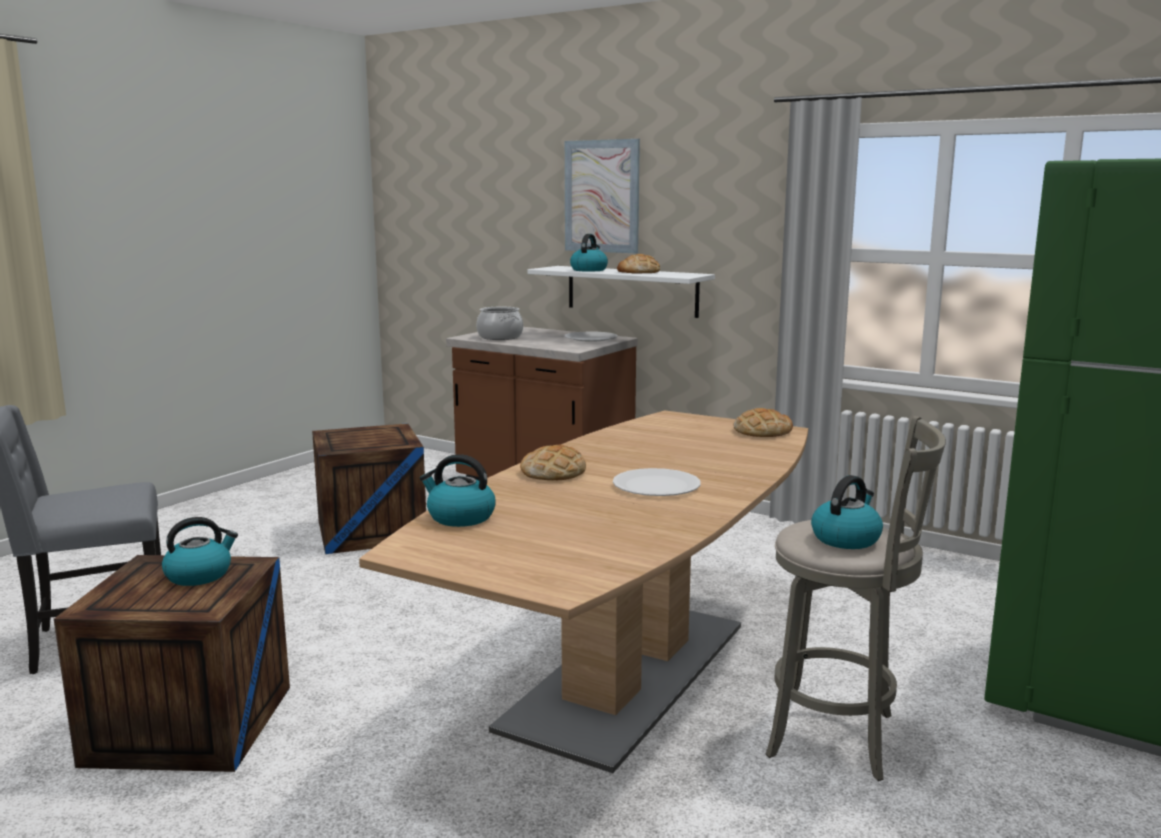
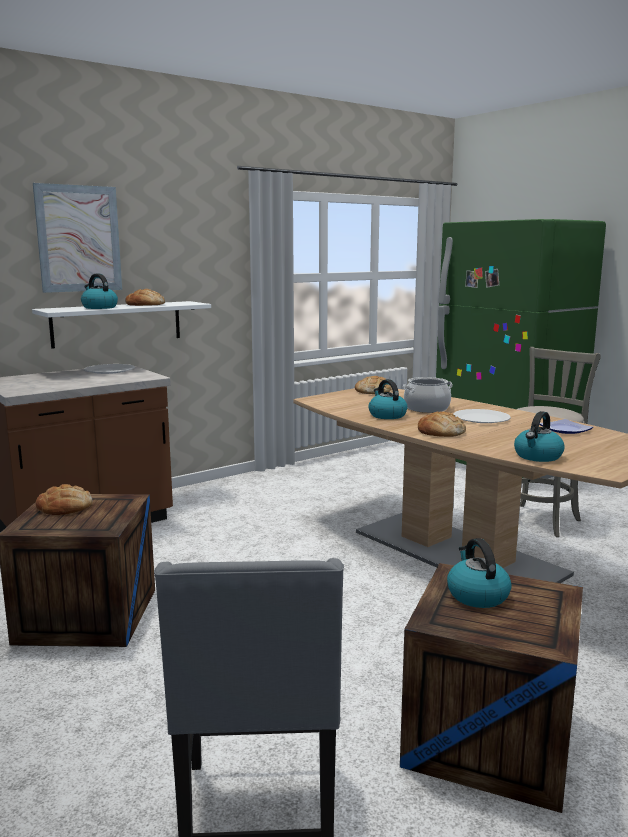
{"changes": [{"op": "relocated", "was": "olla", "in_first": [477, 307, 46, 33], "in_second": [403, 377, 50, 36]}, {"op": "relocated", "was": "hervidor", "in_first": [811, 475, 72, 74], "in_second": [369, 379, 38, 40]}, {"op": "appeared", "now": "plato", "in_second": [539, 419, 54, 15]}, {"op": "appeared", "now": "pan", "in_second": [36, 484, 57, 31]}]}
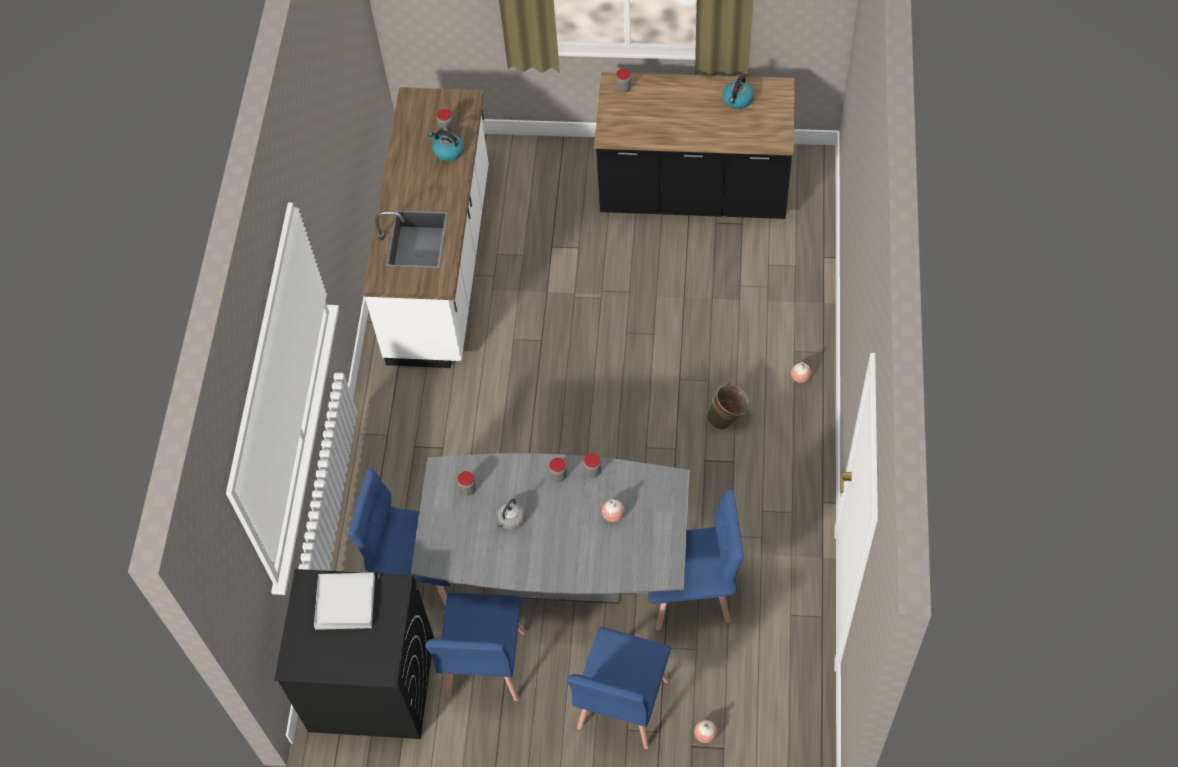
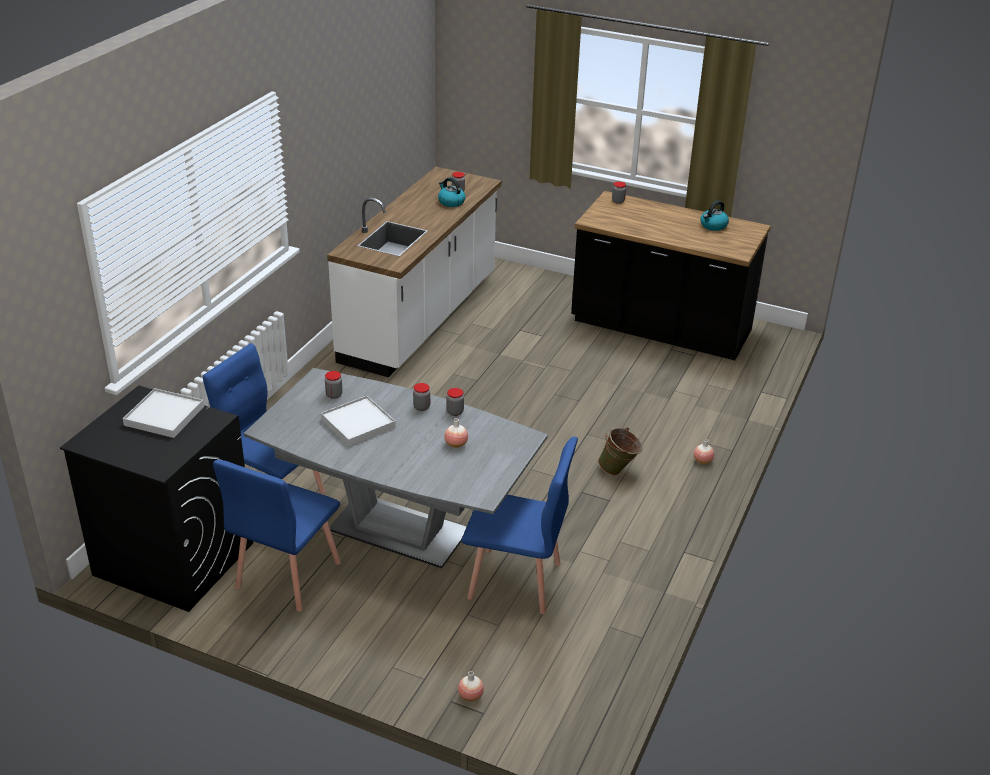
{"changes": [{"op": "exchanged", "was": "hervidor (gris)", "now": "bandeja (blanco)", "in_first": [496, 499, 29, 31], "in_second": [321, 396, 75, 50]}, {"op": "missing", "was": "silla (azul)", "in_first": [567, 627, 103, 122]}]}
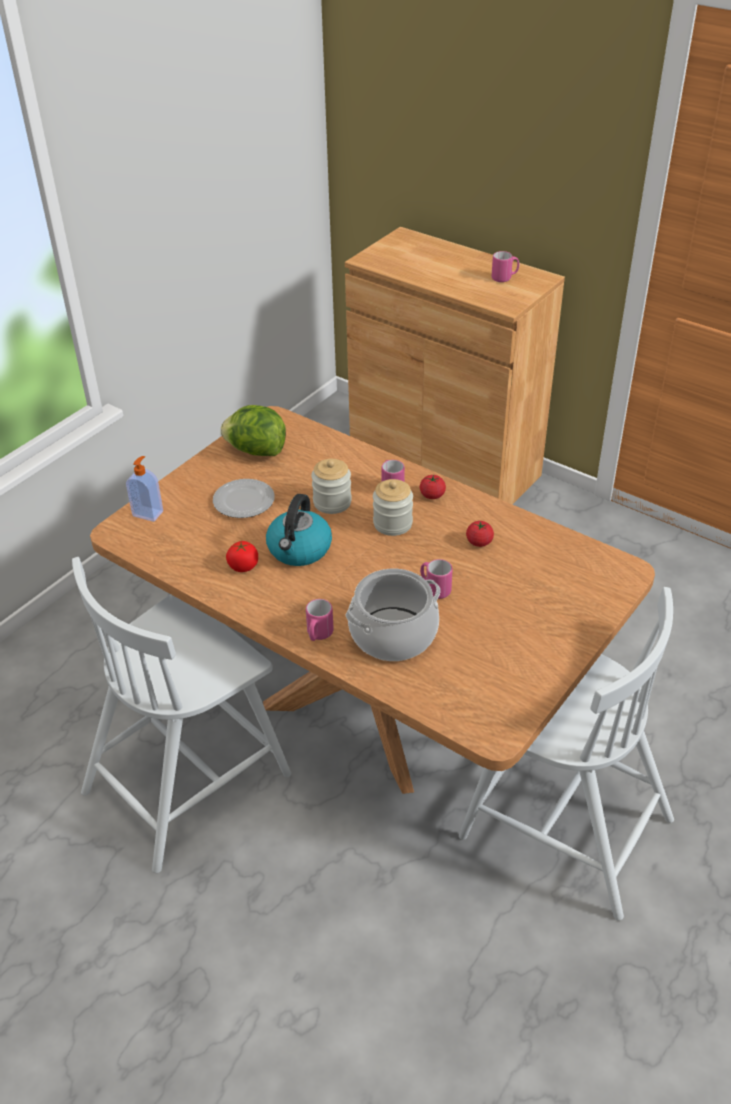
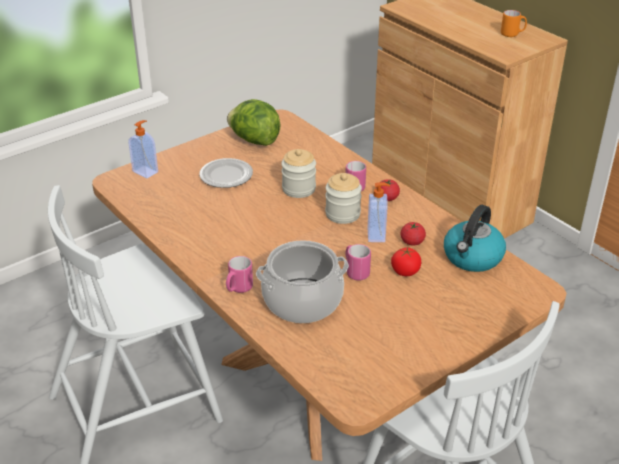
{"changes": [{"op": "colour", "was": "taza grande (rosa)", "now": "taza grande (naranja)", "in_first": [492, 251, 27, 31], "in_second": [501, 10, 26, 27]}, {"op": "relocated", "was": "hervidor", "in_first": [266, 494, 66, 72], "in_second": [444, 205, 62, 67]}, {"op": "relocated", "was": "tomate", "in_first": [226, 541, 32, 31], "in_second": [391, 247, 30, 29]}, {"op": "appeared", "now": "dispensador de jabón", "in_second": [368, 182, 22, 60]}]}
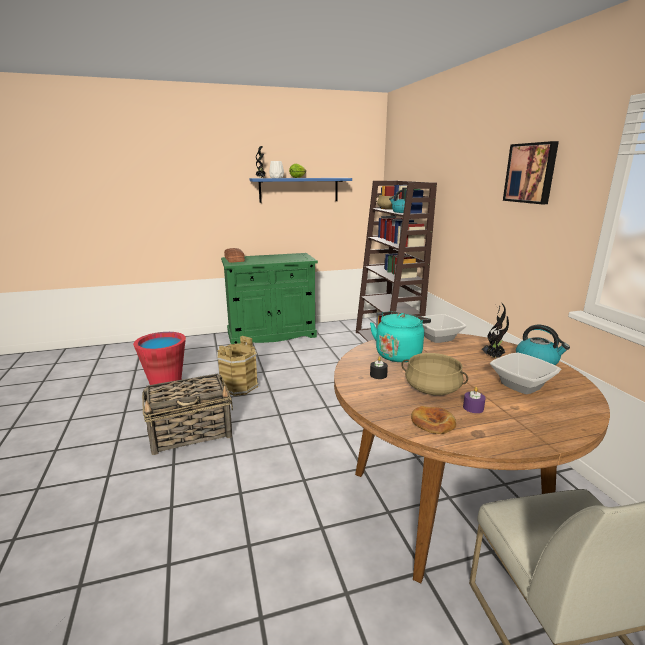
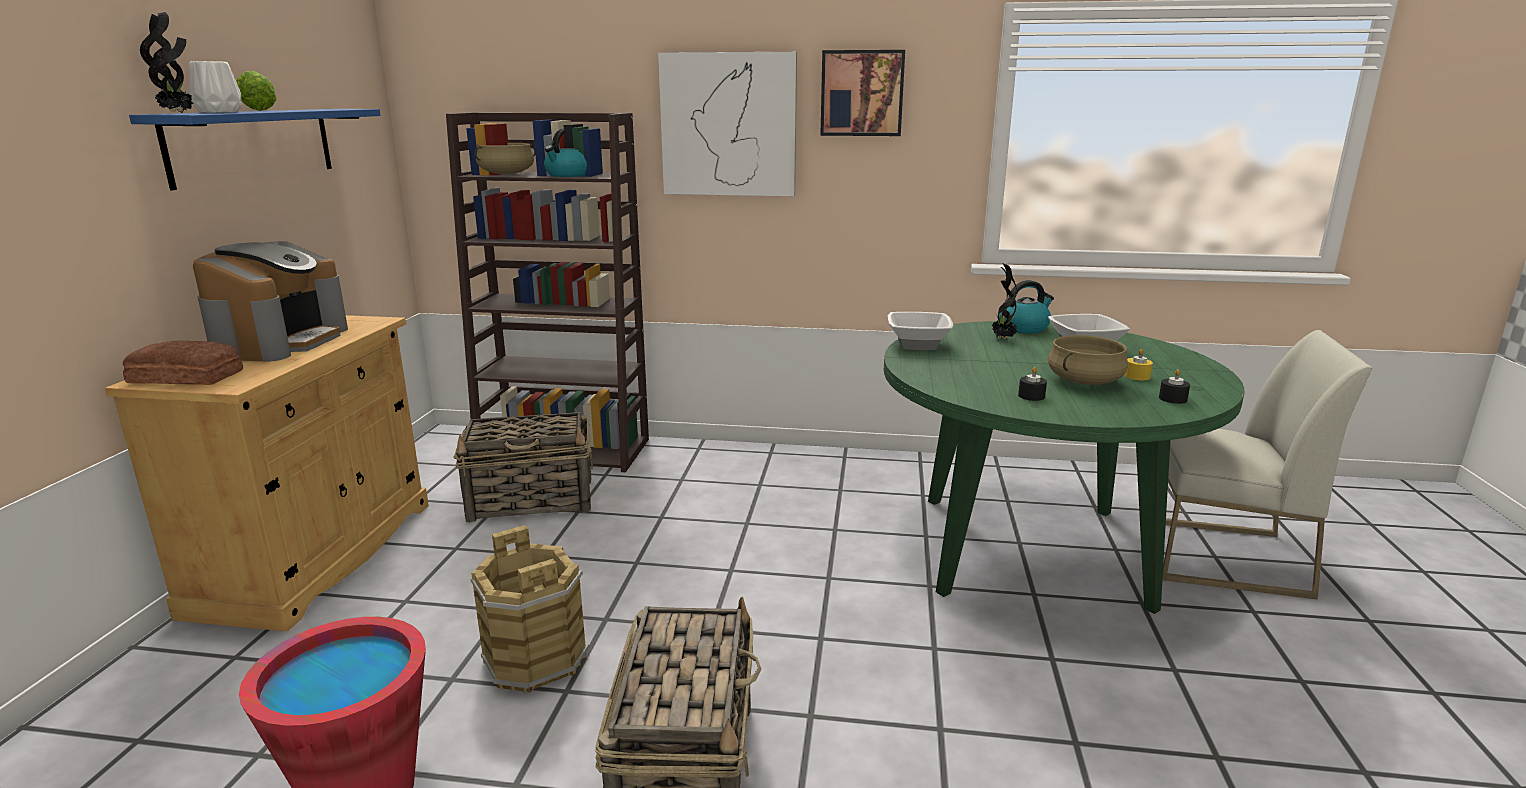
{"changes": [{"op": "colour", "was": "armario (verde)", "now": "armario (beis)", "in_first": [221, 253, 97, 91], "in_second": [104, 315, 325, 316]}, {"op": "missing", "was": "hervidor (turquesa)", "in_first": [370, 311, 61, 51]}, {"op": "colour", "was": "mesa de comedor (marrón)", "now": "mesa de comedor (verde)", "in_first": [334, 333, 276, 250], "in_second": [884, 321, 360, 293]}, {"op": "colour", "was": "vela (morado)", "now": "vela (amarillo)", "in_first": [463, 387, 23, 26], "in_second": [1124, 349, 29, 31]}, {"op": "exchanged", "was": "pan", "now": "vela (negro)", "in_first": [411, 406, 45, 28], "in_second": [1159, 369, 31, 35]}, {"op": "appeared", "now": "cuadro", "in_second": [658, 52, 139, 144]}, {"op": "appeared", "now": "cafetera", "in_second": [193, 241, 155, 121]}, {"op": "appeared", "now": "cesta", "in_second": [454, 412, 139, 110]}]}
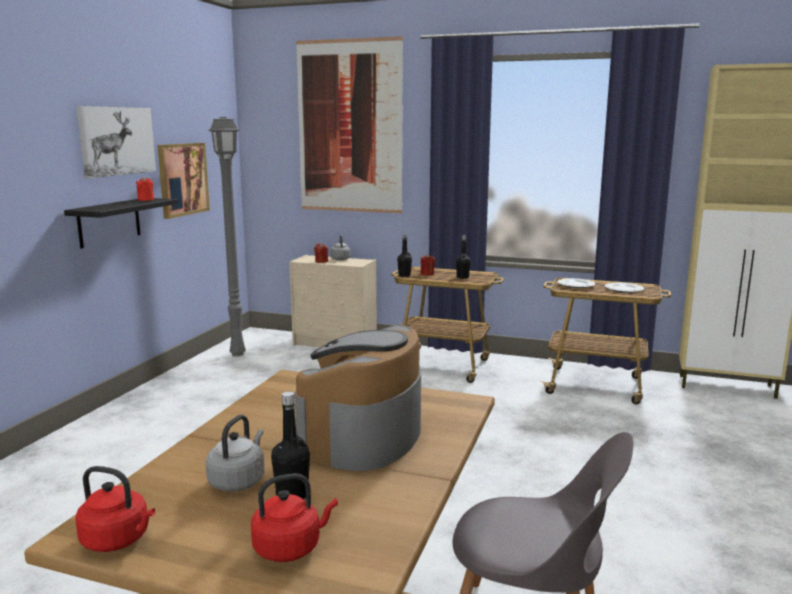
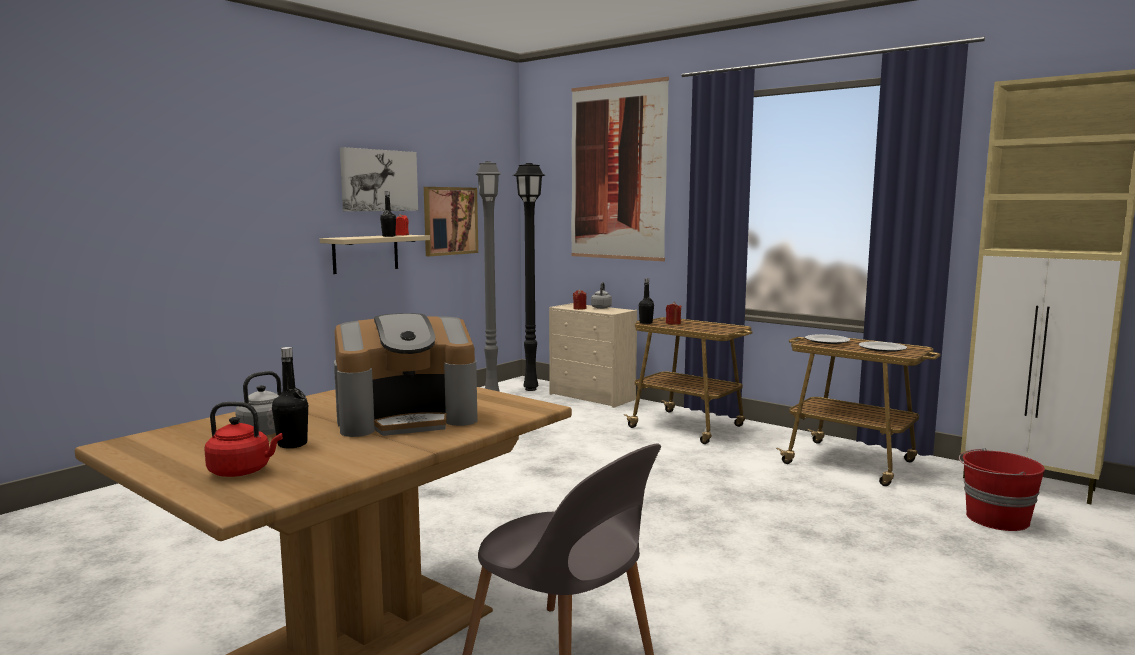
{"changes": [{"op": "colour", "was": "estante (negro)", "now": "estante (beis)", "in_first": [64, 198, 114, 50], "in_second": [320, 235, 110, 39]}, {"op": "relocated", "was": "botella (negro)", "in_first": [456, 235, 15, 44], "in_second": [380, 191, 16, 46]}, {"op": "spun", "was": "cafetera", "in_first": [295, 324, 126, 147], "in_second": [334, 313, 144, 124], "clockwise": -150}, {"op": "missing", "was": "hervidor (rojo)", "in_first": [75, 466, 80, 86]}, {"op": "appeared", "now": "lámpara de pie (negro)", "in_second": [513, 163, 32, 228]}, {"op": "appeared", "now": "cubo (rojo)", "in_second": [959, 448, 86, 83]}]}
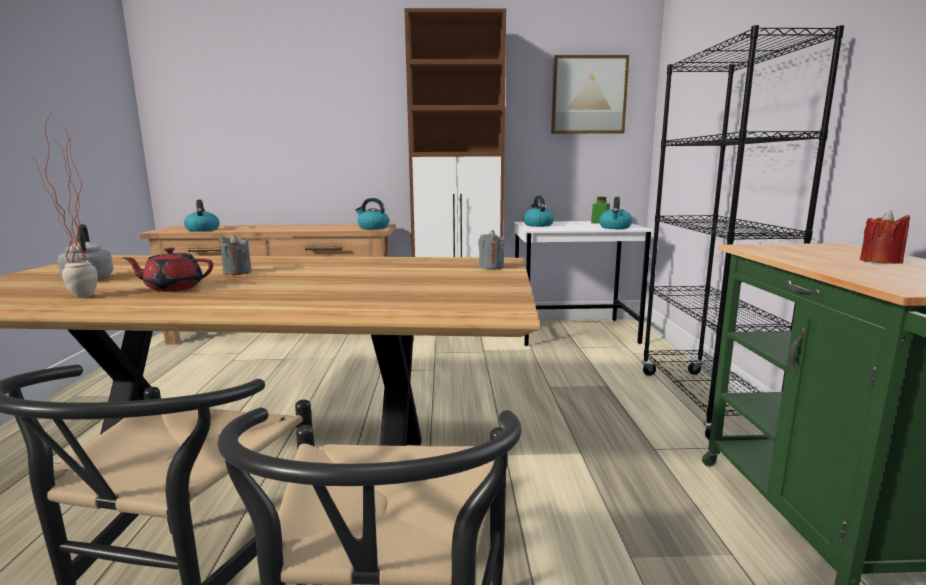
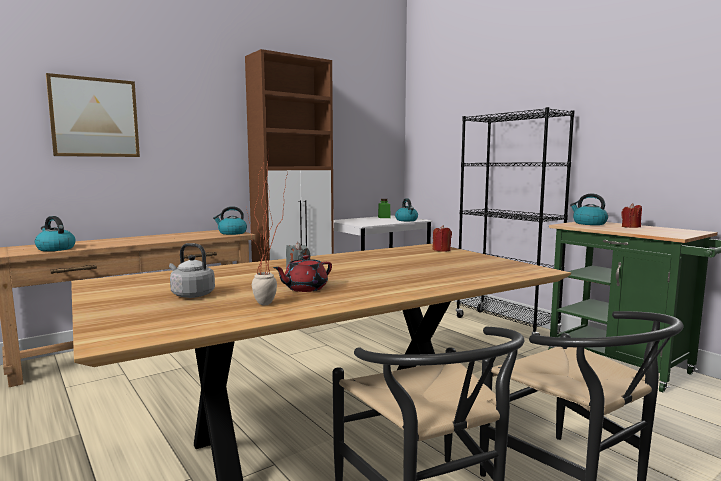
{"changes": [{"op": "relocated", "was": "cuadro", "in_first": [551, 55, 78, 79], "in_second": [46, 73, 94, 84]}, {"op": "relocated", "was": "hervidor", "in_first": [523, 196, 31, 31], "in_second": [570, 194, 38, 31]}, {"op": "colour", "was": "vela (gris)", "now": "vela (rojo)", "in_first": [478, 230, 27, 39], "in_second": [432, 225, 20, 27]}]}
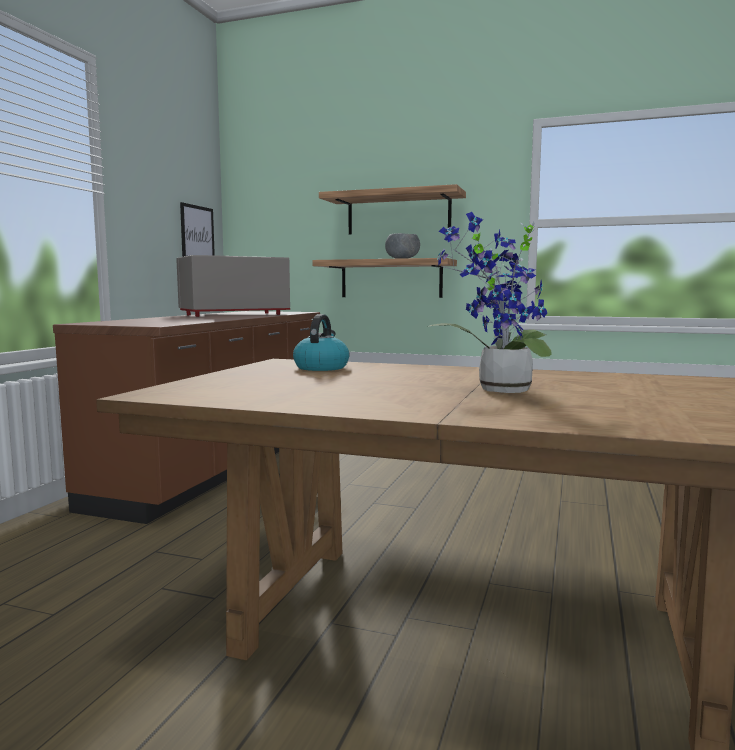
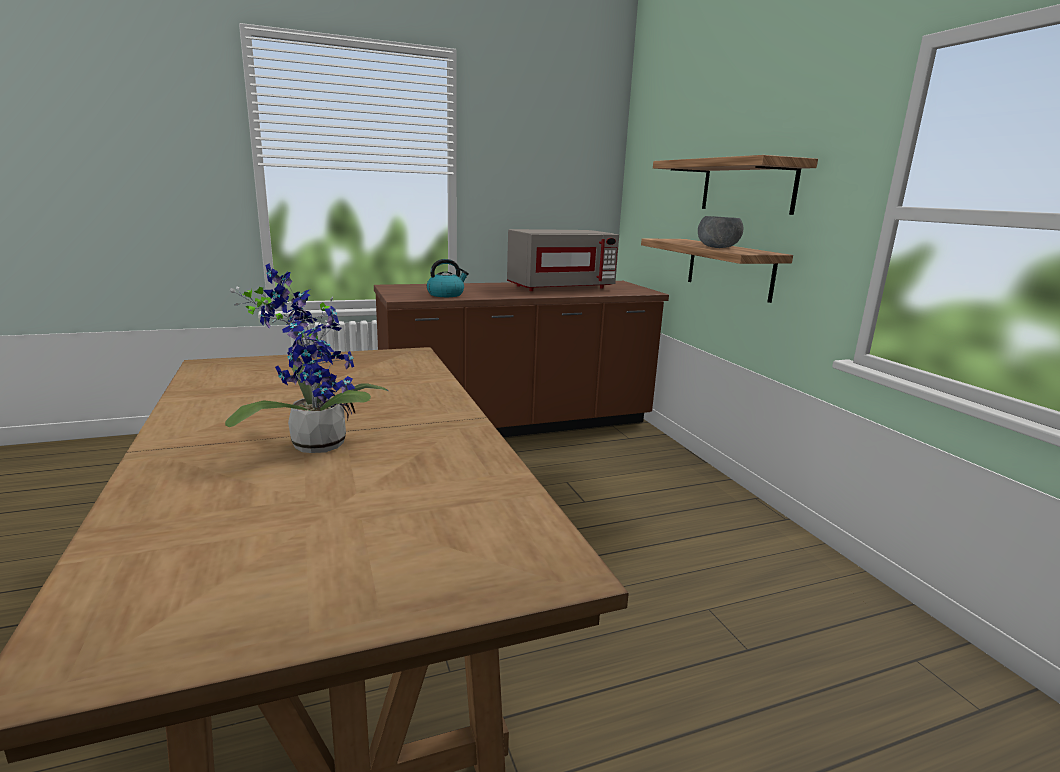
{"changes": [{"op": "missing", "was": "cuadro", "in_first": [180, 202, 35, 55]}, {"op": "spun", "was": "microondas (gris)", "in_first": [176, 255, 114, 62], "in_second": [507, 229, 112, 62], "clockwise": 135}, {"op": "relocated", "was": "hervidor", "in_first": [293, 314, 57, 57], "in_second": [427, 259, 42, 38]}]}
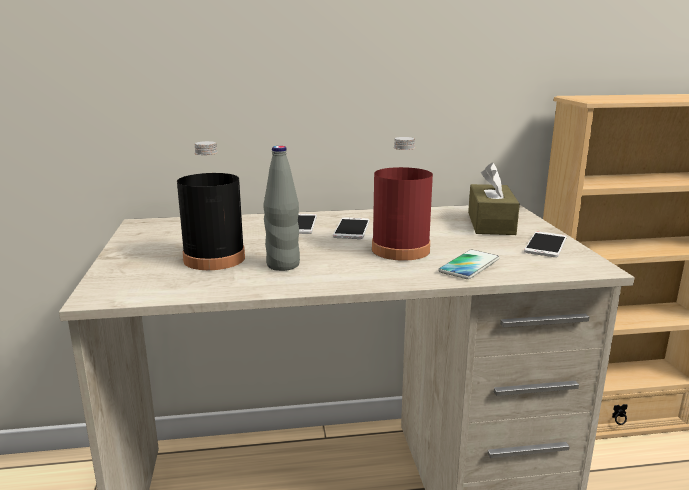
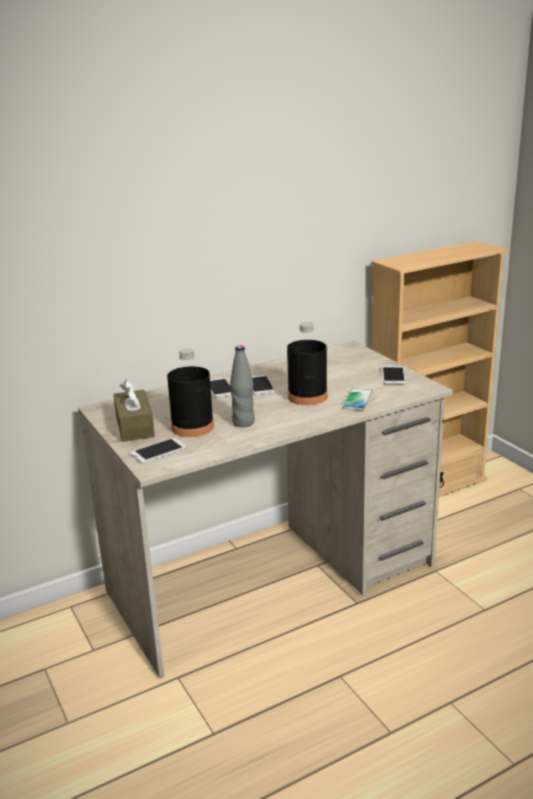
{"changes": [{"op": "colour", "was": "botella (rojo)", "now": "botella (negro)", "in_first": [372, 137, 61, 124], "in_second": [287, 322, 41, 83]}, {"op": "relocated", "was": "caja de pañuelos (marrón)", "in_first": [468, 162, 52, 73], "in_second": [113, 379, 42, 63]}, {"op": "appeared", "now": "móvil", "in_second": [131, 438, 56, 25]}]}
